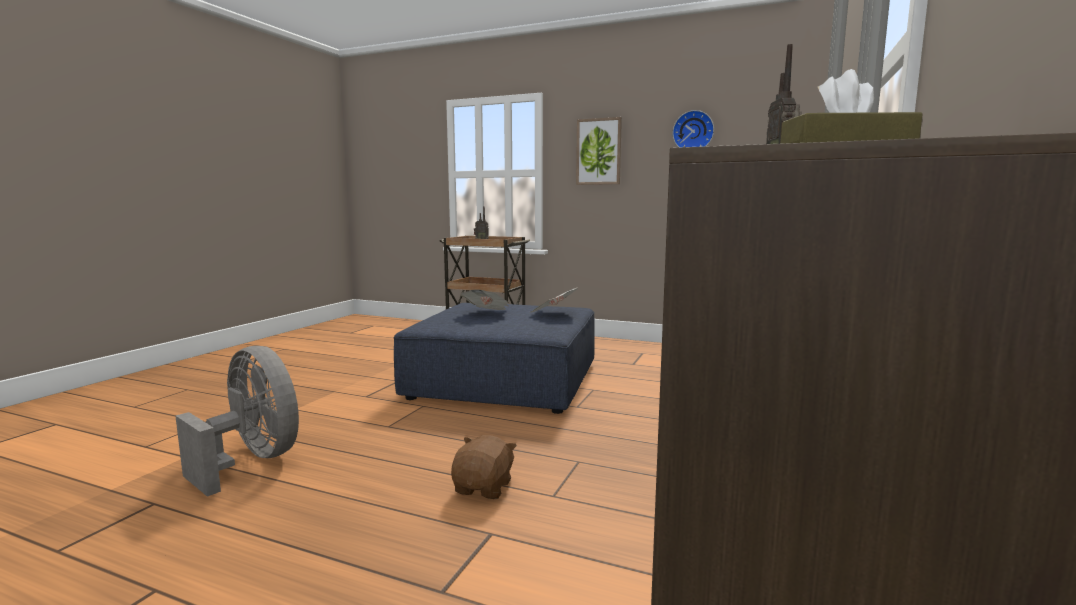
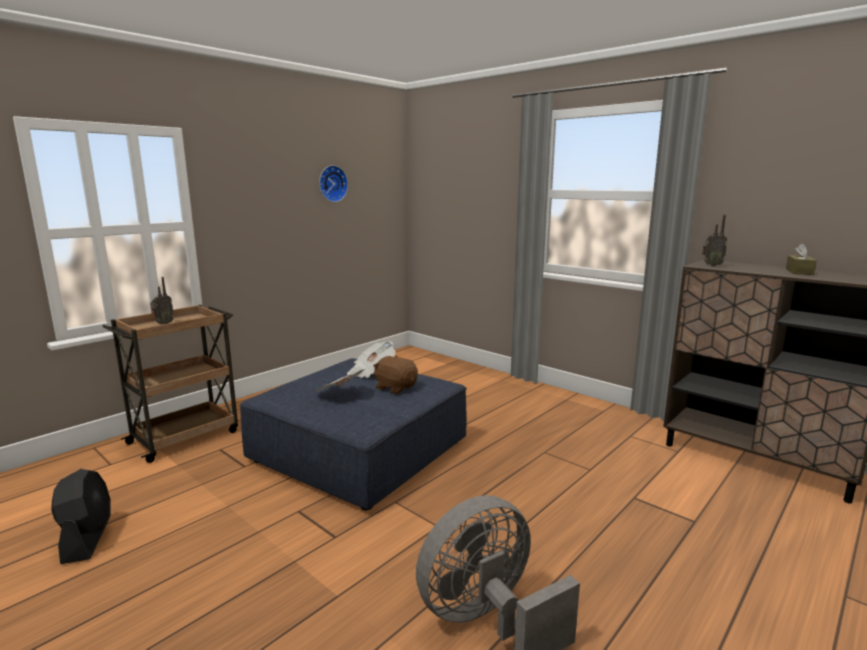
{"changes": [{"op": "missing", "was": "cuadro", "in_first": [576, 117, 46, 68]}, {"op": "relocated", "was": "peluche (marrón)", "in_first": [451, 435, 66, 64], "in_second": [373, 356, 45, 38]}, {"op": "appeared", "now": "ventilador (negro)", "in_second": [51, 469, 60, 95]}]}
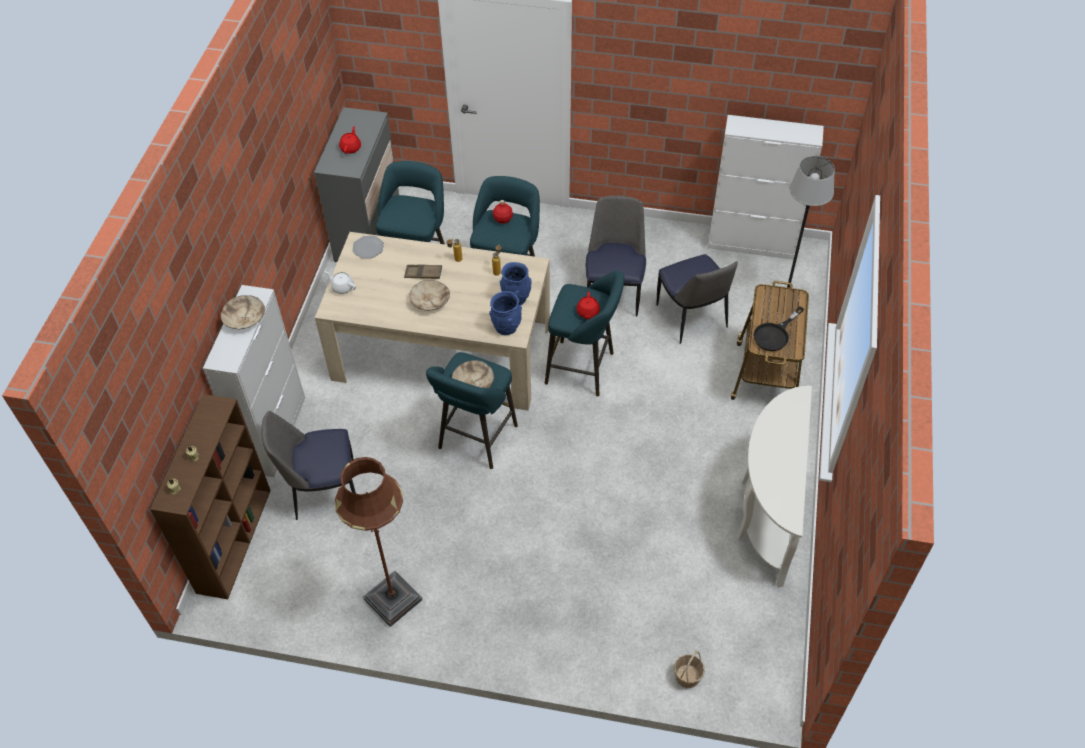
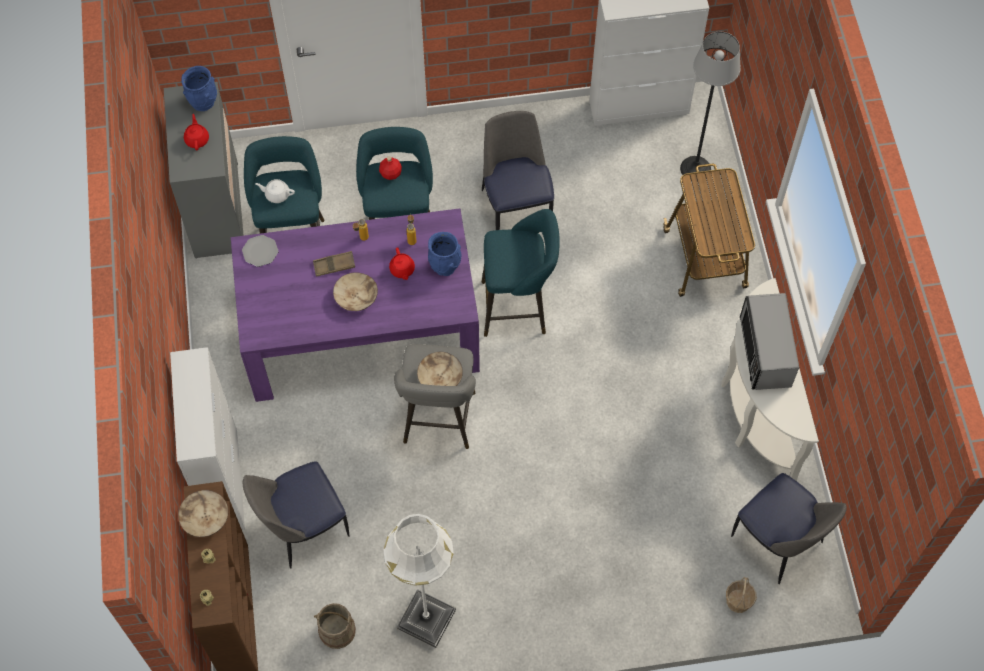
{"changes": [{"op": "colour", "was": "mesa de comedor (beis)", "now": "mesa de comedor (morado)", "in_first": [315, 232, 235, 179], "in_second": [231, 208, 249, 194]}, {"op": "relocated", "was": "silla", "in_first": [657, 254, 80, 90], "in_second": [731, 473, 116, 111]}, {"op": "relocated", "was": "tetera (blanco)", "in_first": [325, 271, 31, 23], "in_second": [255, 179, 40, 24]}, {"op": "relocated", "was": "florero (azul)", "in_first": [489, 291, 33, 44], "in_second": [181, 66, 36, 45]}, {"op": "relocated", "was": "tetera (rojo)", "in_first": [576, 292, 24, 27], "in_second": [389, 247, 26, 33]}, {"op": "relocated", "was": "cuenco (beis)", "in_first": [221, 295, 44, 34], "in_second": [178, 490, 50, 47]}, {"op": "missing", "was": "sartén (negro)", "in_first": [753, 306, 51, 45]}, {"op": "colour", "was": "taburete (turquesa)", "now": "taburete (gris)", "in_first": [426, 352, 92, 117], "in_second": [394, 344, 82, 105]}, {"op": "colour", "was": "lámpara de pie (marrón)", "now": "lámpara de pie (blanco)", "in_first": [335, 457, 87, 170], "in_second": [383, 514, 73, 134]}, {"op": "appeared", "now": "microondas", "in_second": [740, 293, 59, 97]}, {"op": "appeared", "now": "cubo (beis)", "in_second": [314, 603, 42, 46]}]}
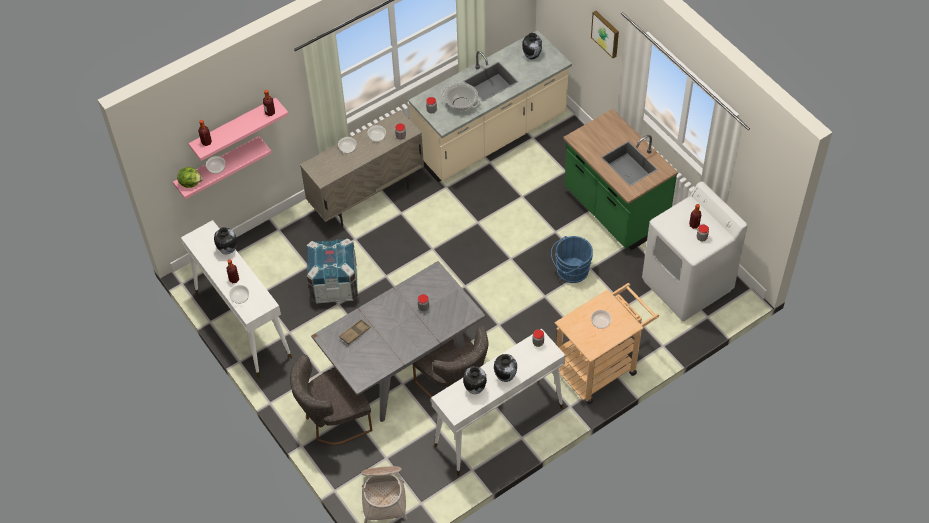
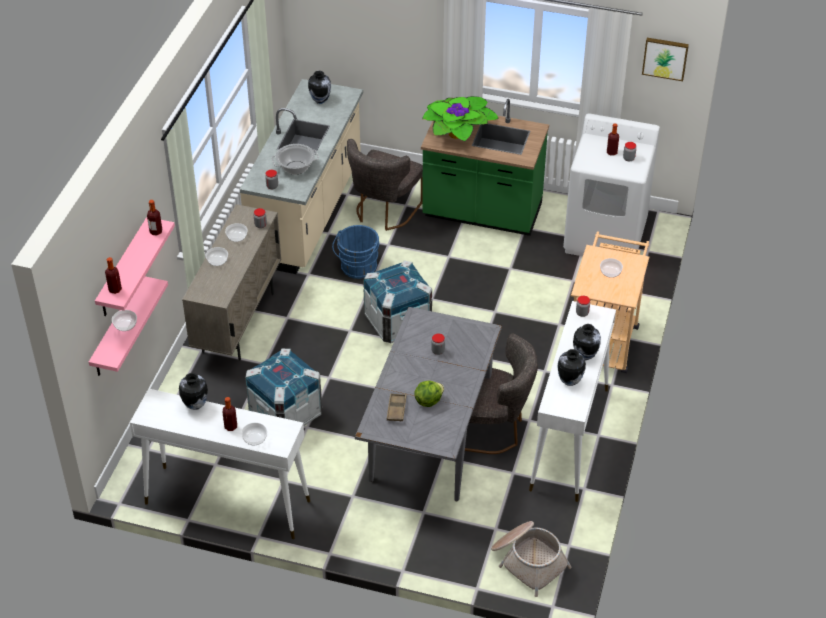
{"changes": [{"op": "relocated", "was": "cuadro", "in_first": [591, 11, 28, 47], "in_second": [642, 38, 47, 43]}, {"op": "relocated", "was": "lechuga", "in_first": [177, 167, 26, 21], "in_second": [415, 380, 29, 27]}, {"op": "relocated", "was": "cubo (azul)", "in_first": [551, 236, 42, 47], "in_second": [332, 225, 48, 54]}, {"op": "relocated", "was": "silla (gris)", "in_first": [290, 354, 83, 91], "in_second": [347, 139, 76, 92]}, {"op": "appeared", "now": "planta en maceta", "in_second": [422, 96, 77, 46]}, {"op": "appeared", "now": "caja de embalaje", "in_second": [363, 260, 69, 83]}]}
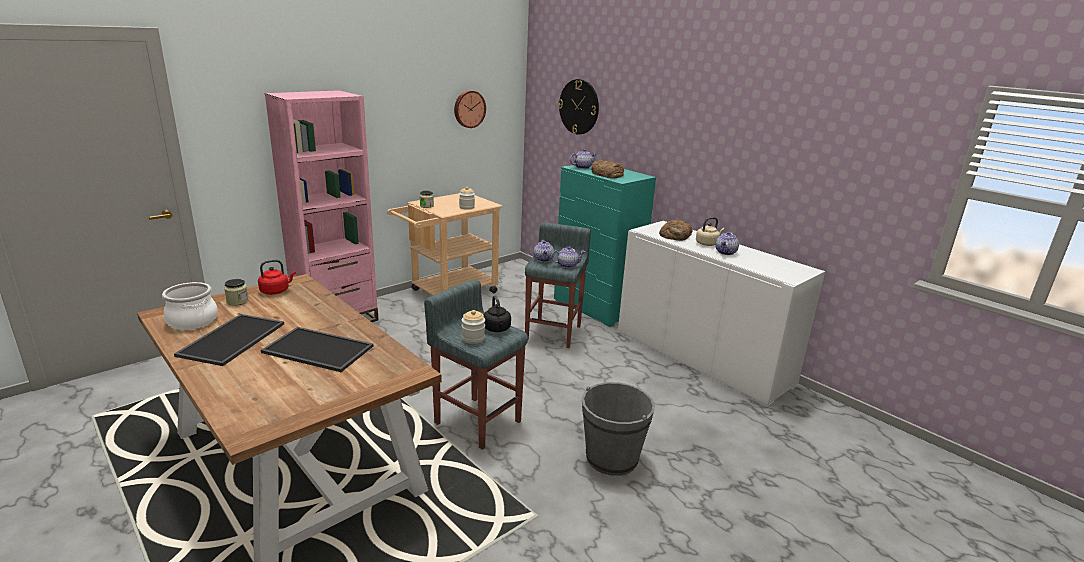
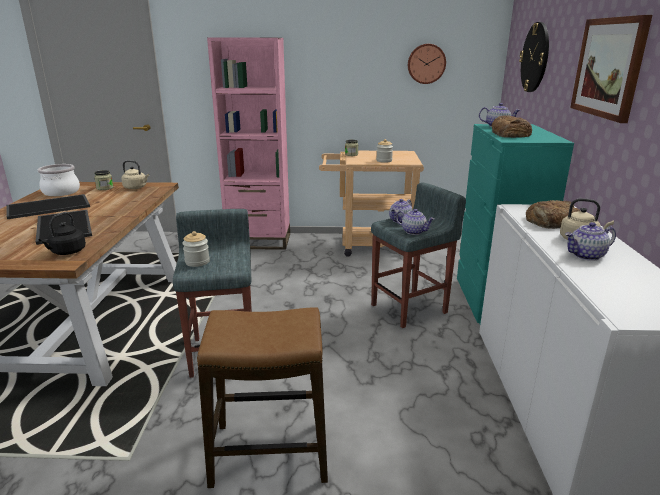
{"changes": [{"op": "colour", "was": "hervidor (rojo)", "now": "hervidor (beis)", "in_first": [258, 260, 38, 35], "in_second": [121, 160, 28, 29]}, {"op": "relocated", "was": "hervidor (negro)", "in_first": [484, 295, 27, 37], "in_second": [39, 212, 47, 43]}, {"op": "exchanged", "was": "cubo (gris)", "now": "taburete", "in_first": [582, 382, 73, 94], "in_second": [197, 307, 131, 181]}, {"op": "appeared", "now": "cuadro", "in_second": [570, 15, 82, 108]}]}
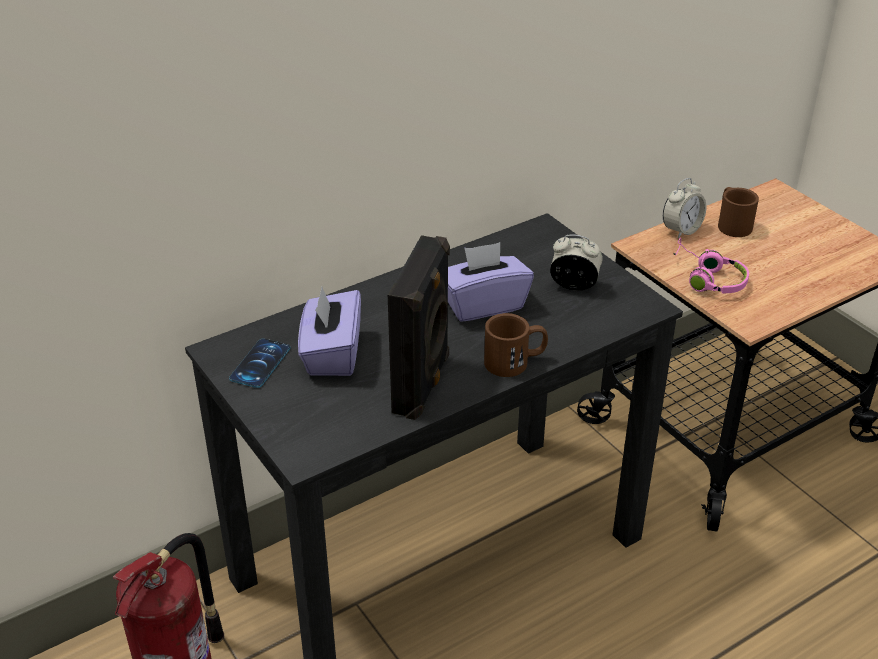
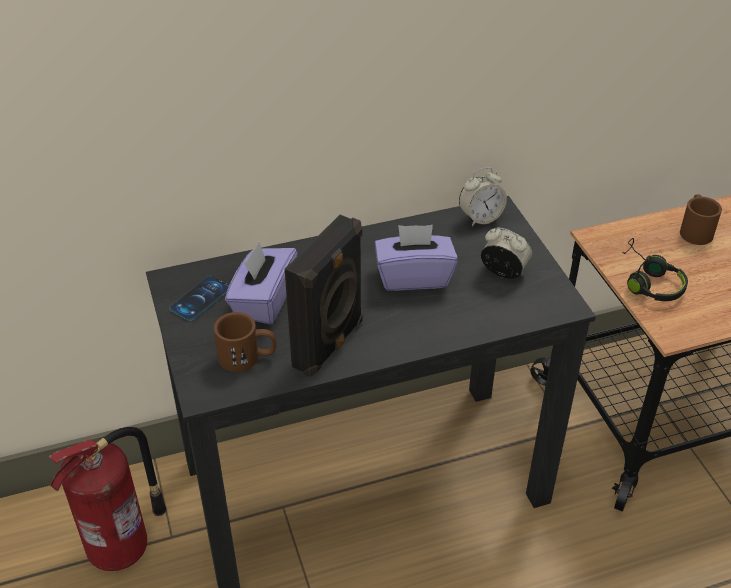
{"changes": [{"op": "relocated", "was": "despertador", "in_first": [663, 178, 44, 61], "in_second": [459, 167, 48, 59]}, {"op": "colour", "was": "auriculares (rosa)", "now": "auriculares (negro)", "in_first": [674, 238, 75, 55], "in_second": [622, 238, 66, 63]}, {"op": "relocated", "was": "taza grande (marrón)", "in_first": [484, 313, 64, 64], "in_second": [214, 312, 63, 60]}]}
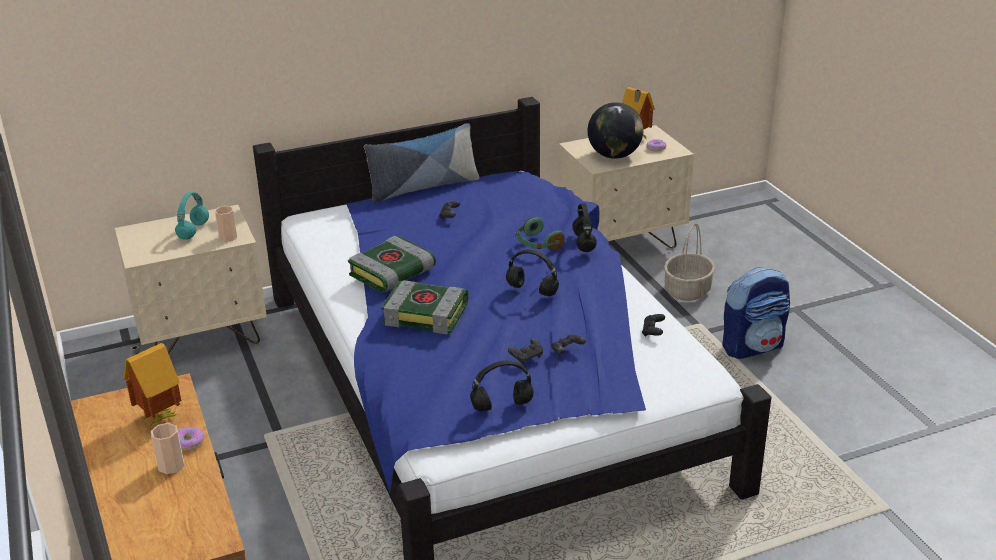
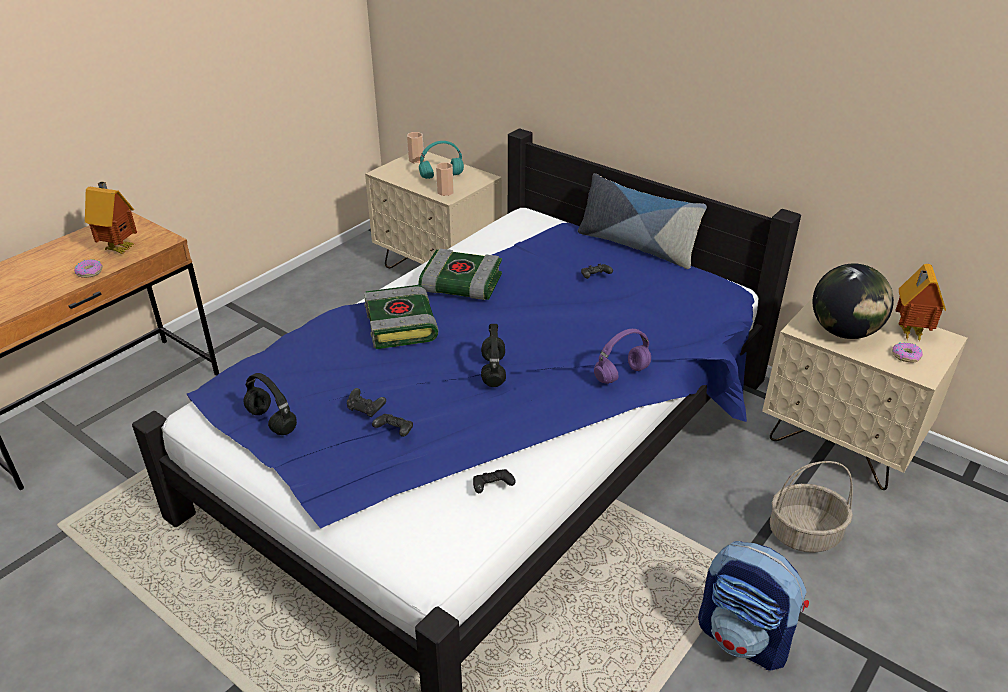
{"changes": [{"op": "colour", "was": "auriculares (negro)", "now": "auriculares (morado)", "in_first": [572, 203, 25, 49], "in_second": [594, 329, 57, 55]}, {"op": "missing", "was": "auriculares (verde)", "in_first": [515, 217, 50, 33]}, {"op": "relocated", "was": "taza", "in_first": [151, 423, 33, 51], "in_second": [407, 132, 17, 31]}]}
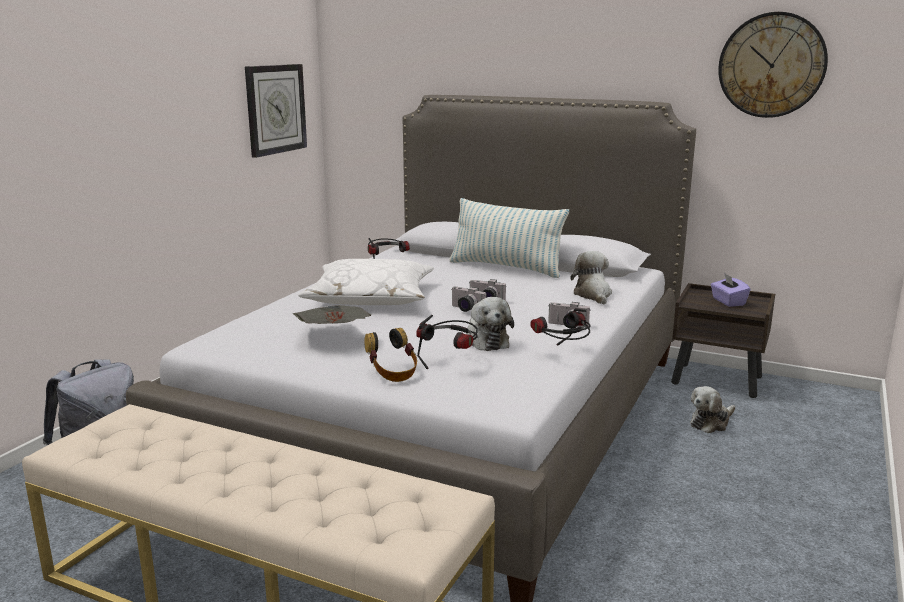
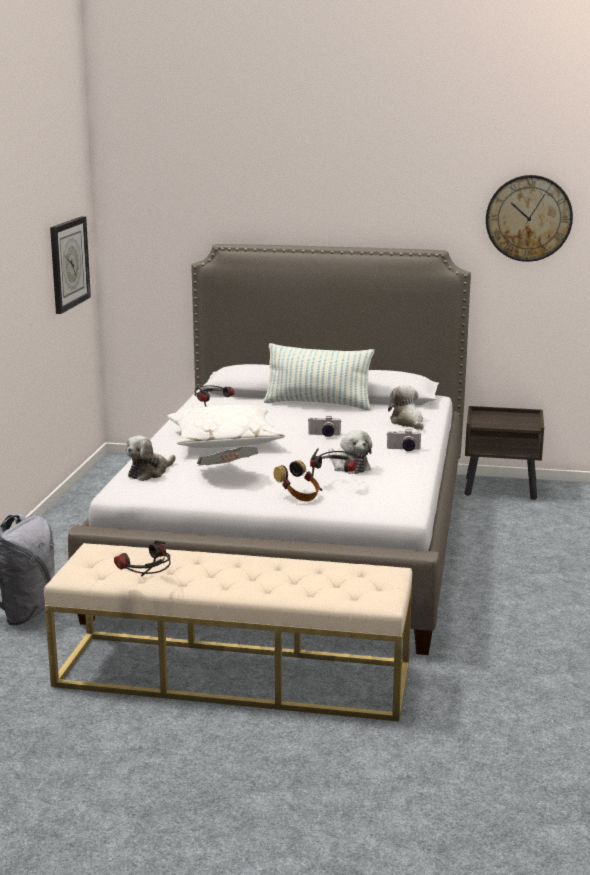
{"changes": [{"op": "missing", "was": "caja de pañuelos (morado)", "in_first": [711, 273, 39, 34]}, {"op": "missing", "was": "cámara", "in_first": [451, 287, 36, 25]}, {"op": "relocated", "was": "auriculares", "in_first": [530, 308, 61, 38], "in_second": [114, 540, 57, 36]}, {"op": "relocated", "was": "peluche", "in_first": [690, 386, 45, 47], "in_second": [125, 436, 51, 45]}]}
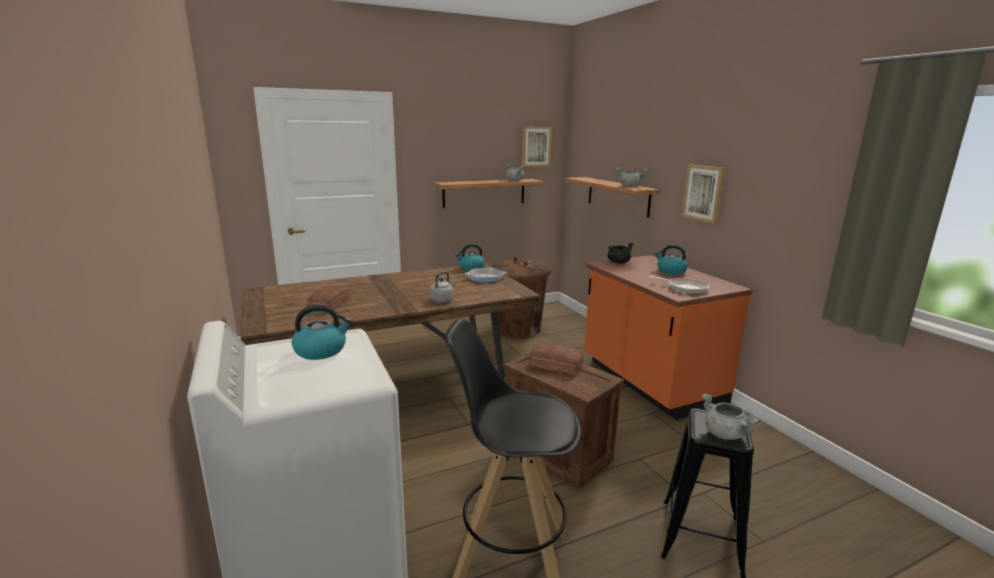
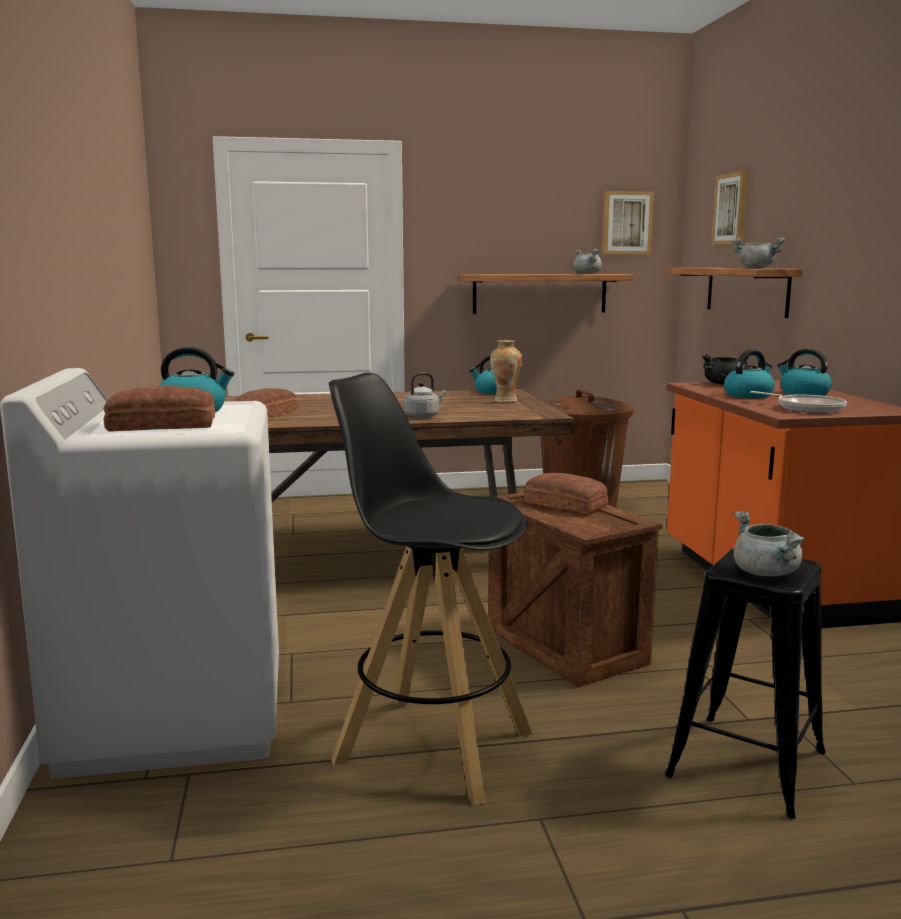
{"changes": [{"op": "relocated", "was": "cuadro", "in_first": [682, 165, 43, 59], "in_second": [711, 171, 37, 74]}, {"op": "exchanged", "was": "sartén", "now": "florero", "in_first": [465, 268, 41, 14], "in_second": [490, 340, 32, 63]}, {"op": "appeared", "now": "hervidor", "in_second": [724, 349, 51, 49]}, {"op": "appeared", "now": "pan", "in_second": [103, 386, 112, 45]}]}
